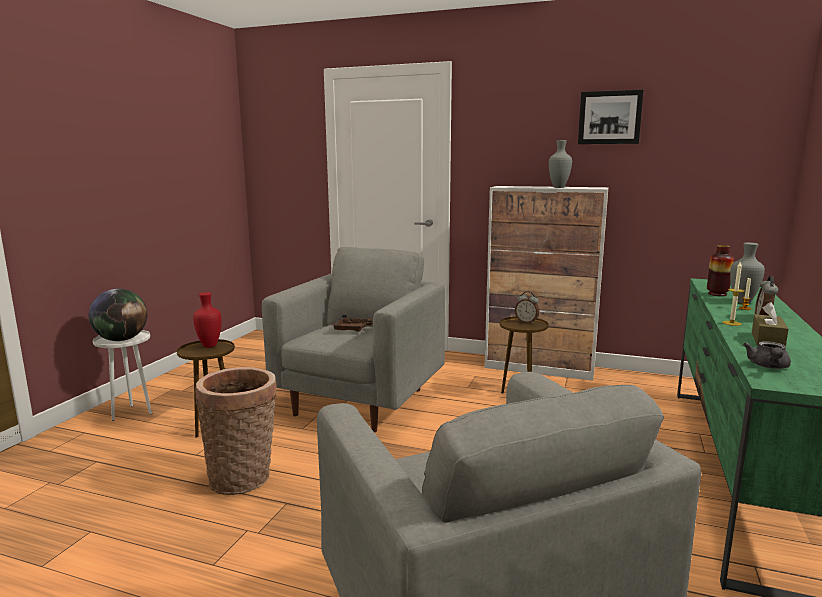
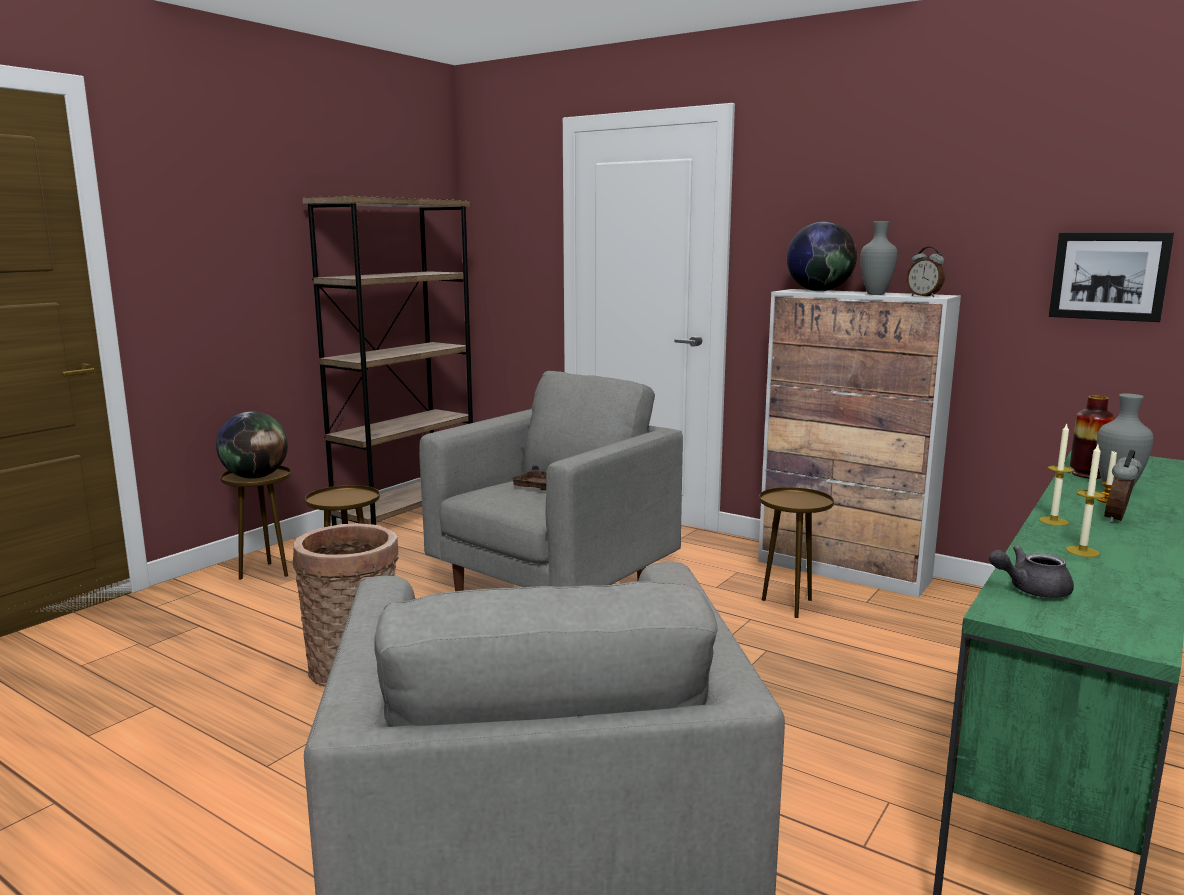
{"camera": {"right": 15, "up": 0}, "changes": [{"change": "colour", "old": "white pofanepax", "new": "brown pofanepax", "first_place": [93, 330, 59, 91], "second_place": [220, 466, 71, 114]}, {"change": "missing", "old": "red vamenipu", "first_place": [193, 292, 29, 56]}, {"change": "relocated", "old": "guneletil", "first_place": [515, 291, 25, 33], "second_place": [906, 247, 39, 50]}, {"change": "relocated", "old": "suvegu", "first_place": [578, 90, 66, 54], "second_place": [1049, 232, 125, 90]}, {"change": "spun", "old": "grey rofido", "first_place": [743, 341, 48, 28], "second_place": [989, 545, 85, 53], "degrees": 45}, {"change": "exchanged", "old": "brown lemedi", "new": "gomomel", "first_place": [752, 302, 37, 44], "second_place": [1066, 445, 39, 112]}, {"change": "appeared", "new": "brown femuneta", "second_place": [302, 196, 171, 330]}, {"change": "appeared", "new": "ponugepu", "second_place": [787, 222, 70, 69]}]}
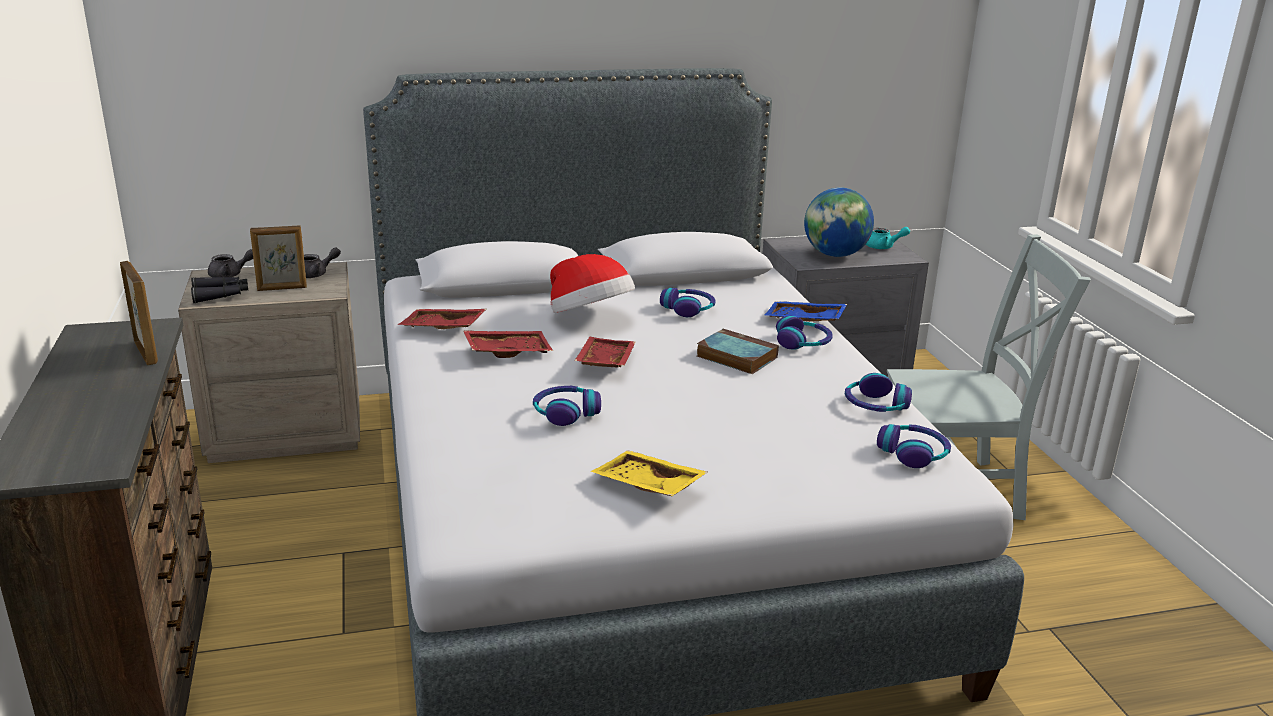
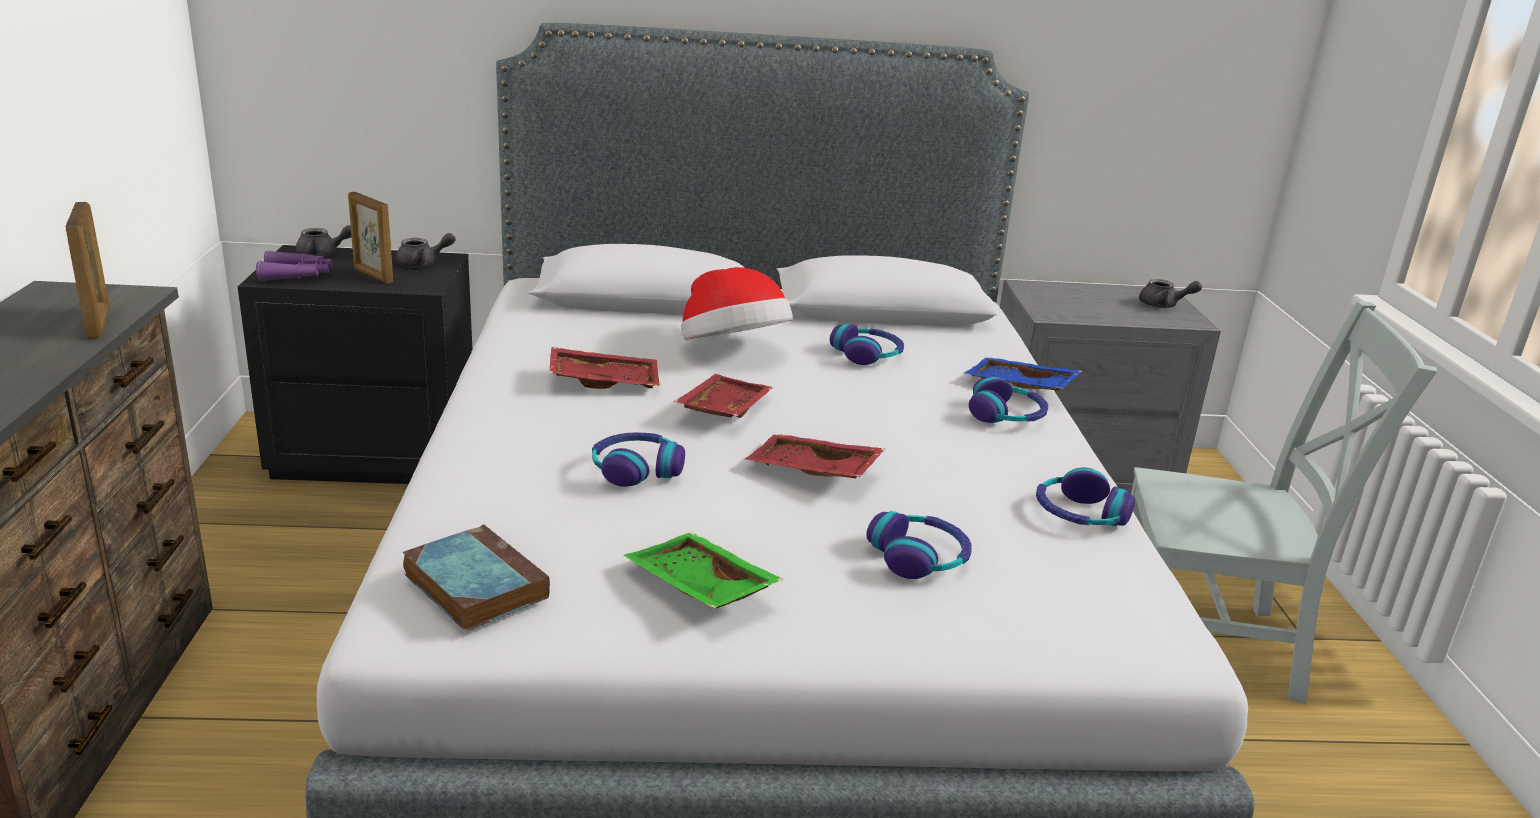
{"camera": {"right": 10, "up": 0}, "changes": [{"change": "colour", "old": "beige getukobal", "new": "black getukobal", "first_place": [178, 262, 182, 201], "second_place": [238, 245, 235, 239]}, {"change": "colour", "old": "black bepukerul", "new": "purple bepukerul", "first_place": [191, 277, 57, 26], "second_place": [256, 250, 77, 32]}, {"change": "spun", "old": "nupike", "first_place": [250, 225, 57, 66], "second_place": [348, 192, 45, 92], "degrees": 45}, {"change": "relocated", "old": "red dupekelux", "first_place": [398, 309, 88, 20], "second_place": [745, 434, 140, 44]}, {"change": "colour", "old": "yellow dupekelux", "new": "green dupekelux", "first_place": [590, 450, 118, 46], "second_place": [624, 532, 160, 76]}, {"change": "relocated", "old": "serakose", "first_place": [697, 329, 82, 45], "second_place": [403, 524, 147, 108]}, {"change": "missing", "old": "ponugepu", "first_place": [804, 187, 70, 70]}, {"change": "colour", "old": "turquoise rofido", "new": "grey rofido", "first_place": [866, 227, 44, 22], "second_place": [1139, 279, 63, 29]}, {"change": "relocated", "old": "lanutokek", "first_place": [877, 424, 74, 44], "second_place": [866, 511, 106, 68]}]}
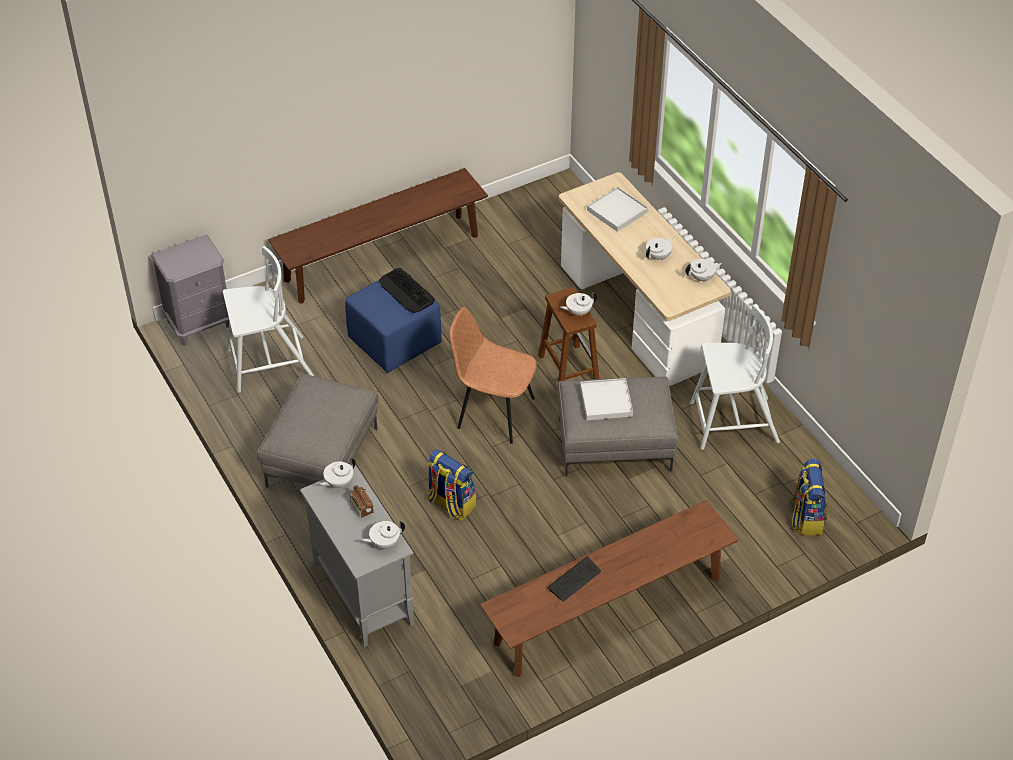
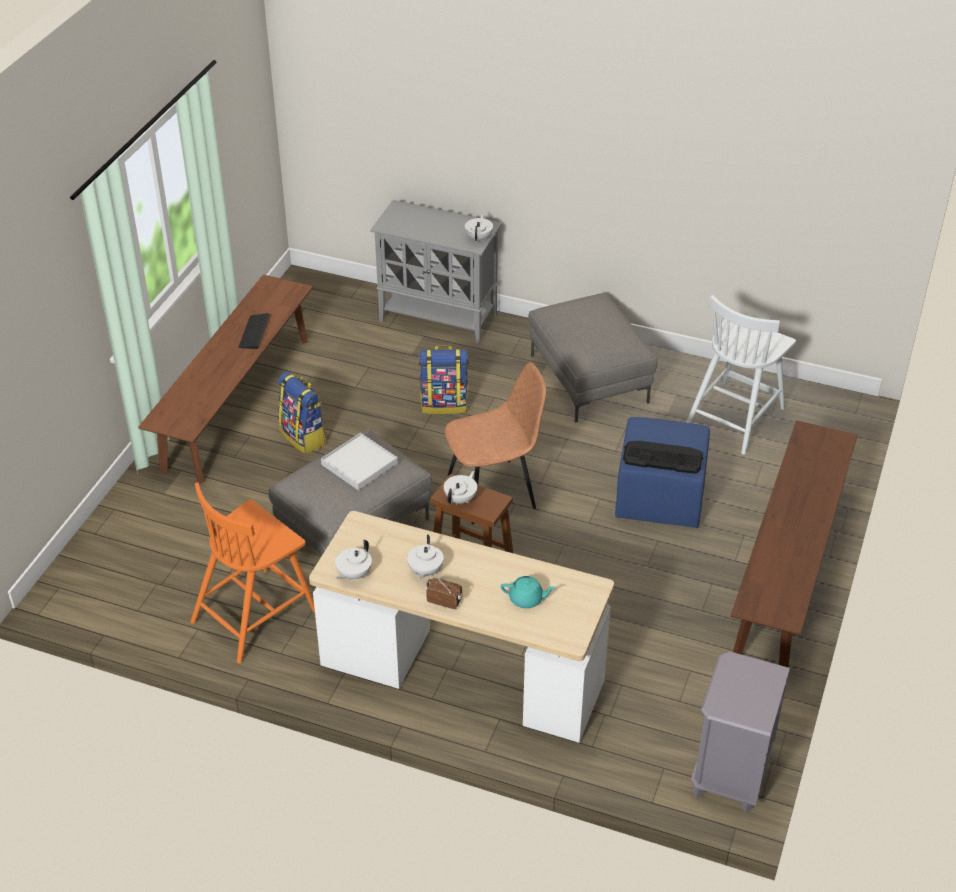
{"camera": {"right": 140, "up": -5}, "changes": [{"change": "relocated", "old": "grey getukobal", "first_place": [151, 235, 78, 110], "second_place": [691, 651, 99, 162]}, {"change": "relocated", "old": "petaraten", "first_place": [350, 485, 24, 32], "second_place": [425, 576, 38, 33]}, {"change": "missing", "old": "white rofido", "first_place": [362, 521, 43, 27]}, {"change": "exchanged", "old": "white dupekelux", "new": "turquoise rofido", "first_place": [587, 187, 61, 45], "second_place": [501, 576, 55, 32]}, {"change": "colour", "old": "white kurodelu", "new": "orange kurodelu", "first_place": [690, 304, 90, 146], "second_place": [191, 482, 124, 181]}, {"change": "relocated", "old": "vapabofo", "first_place": [790, 459, 37, 76], "second_place": [278, 372, 49, 82]}]}
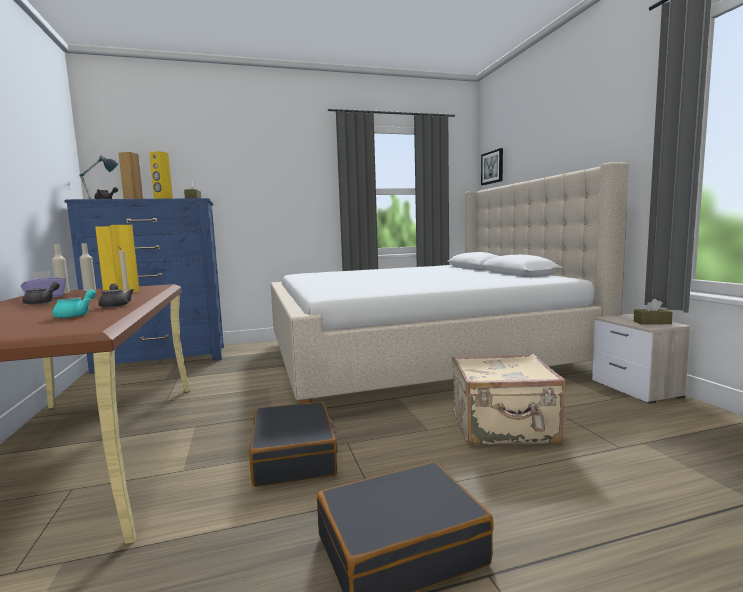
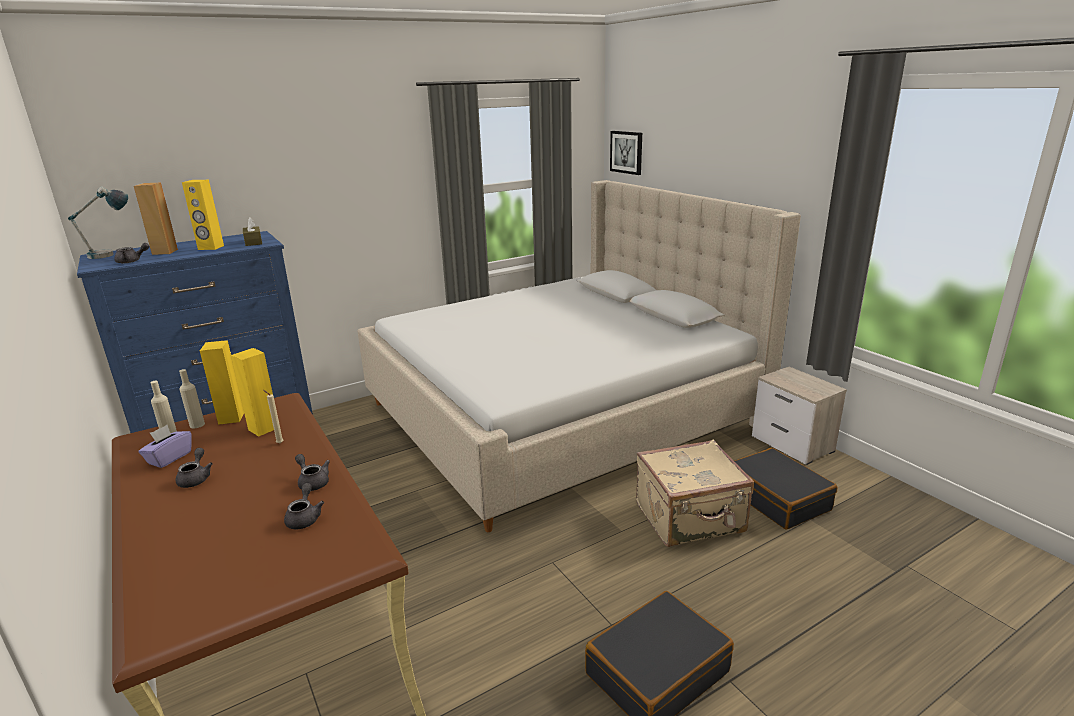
{"camera": {"right": -15, "up": 15}, "changes": [{"change": "colour", "old": "turquoise rofido", "new": "grey rofido", "first_place": [52, 289, 44, 29], "second_place": [284, 483, 40, 46]}, {"change": "relocated", "old": "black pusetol", "first_place": [250, 401, 87, 86], "second_place": [734, 448, 103, 81]}, {"change": "missing", "old": "brown lemedi", "first_place": [634, 299, 39, 26]}]}
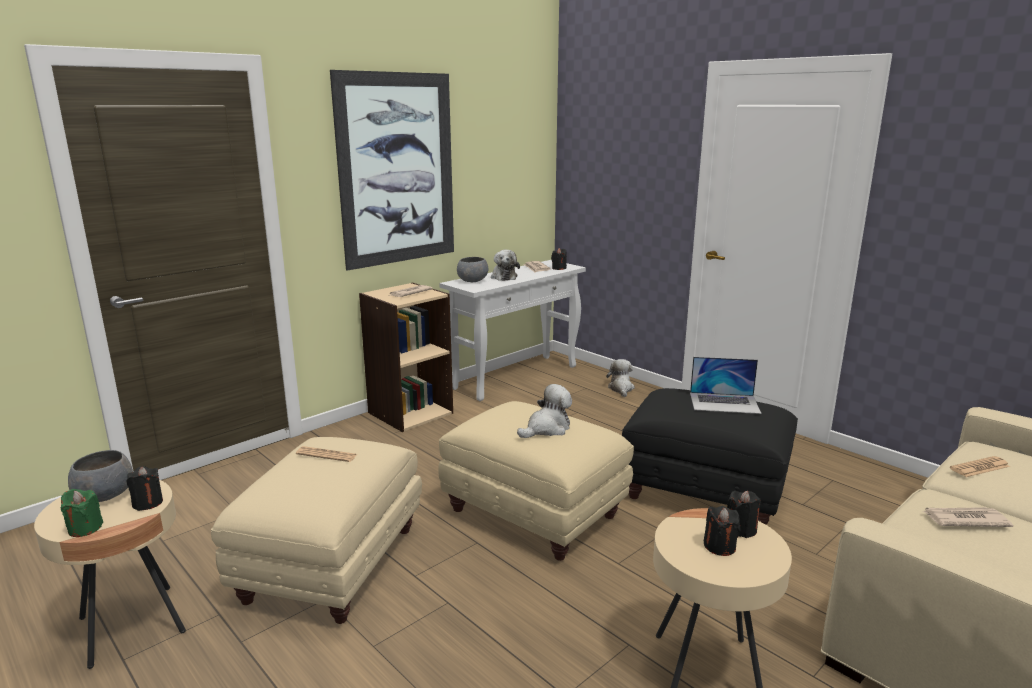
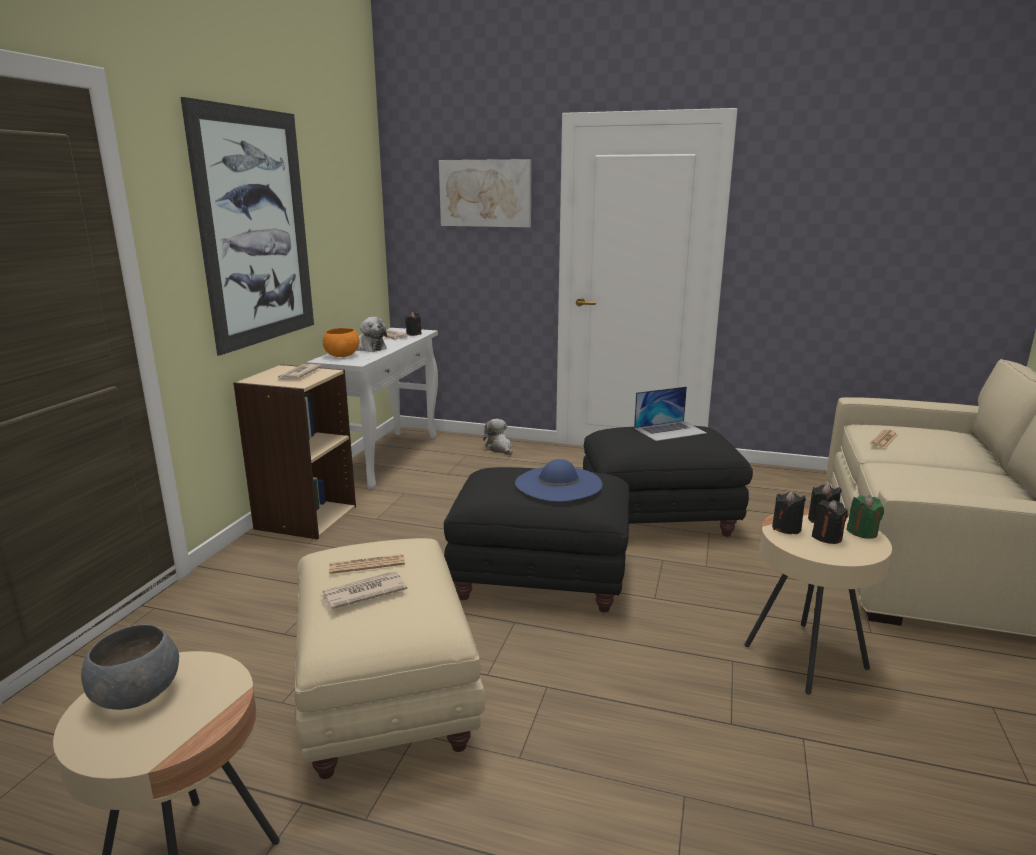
{"camera": {"right": -30, "up": 0}, "changes": [{"change": "relocated", "old": "green gomomel", "first_place": [61, 489, 42, 48], "second_place": [846, 495, 38, 44]}, {"change": "relocated", "old": "black gomomel", "first_place": [126, 466, 37, 45], "second_place": [772, 491, 34, 43]}, {"change": "colour", "old": "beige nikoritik", "new": "black nikoritik", "first_place": [438, 401, 196, 160], "second_place": [444, 467, 185, 146]}, {"change": "colour", "old": "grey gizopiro", "new": "orange gizopiro", "first_place": [457, 257, 31, 25], "second_place": [323, 328, 37, 29]}, {"change": "exchanged", "old": "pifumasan", "new": "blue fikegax", "first_place": [517, 384, 55, 54], "second_place": [515, 459, 88, 43]}, {"change": "relocated", "old": "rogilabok", "first_place": [923, 507, 90, 20], "second_place": [320, 572, 87, 37]}, {"change": "appeared", "new": "suvegu", "second_place": [439, 159, 92, 68]}]}
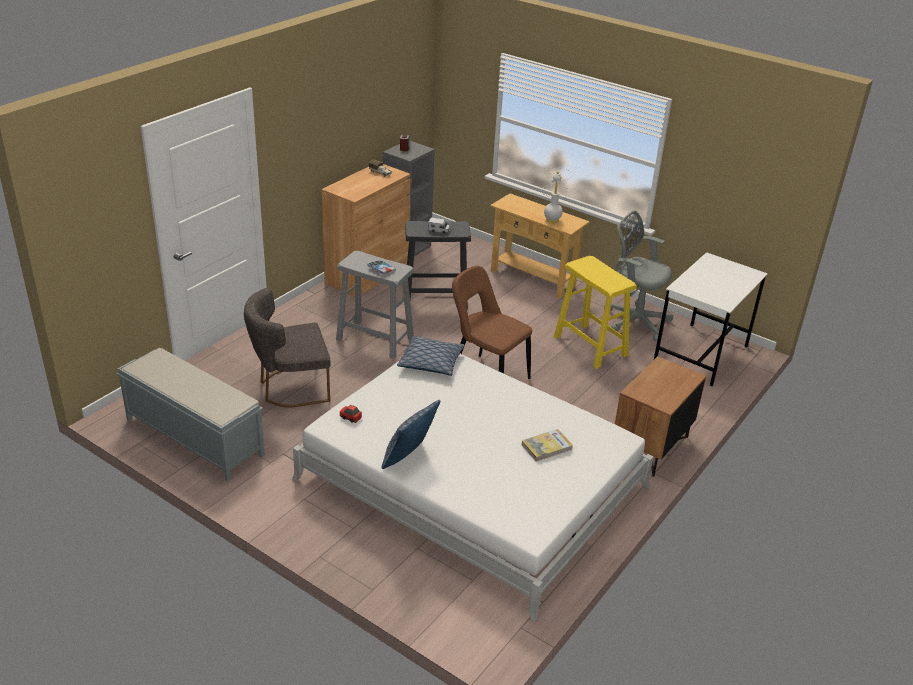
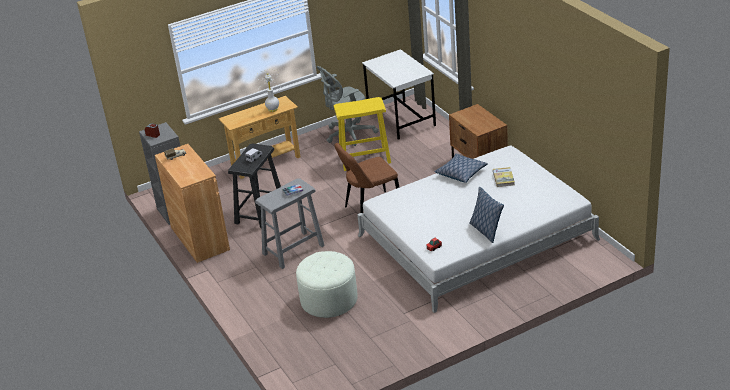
{"camera": {"right": -60, "up": 0}, "changes": [{"change": "missing", "old": "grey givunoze", "first_place": [117, 348, 148, 134]}, {"change": "exchanged", "old": "grey kurodelu", "new": "white nikoritik", "first_place": [244, 288, 87, 120], "second_place": [296, 251, 62, 67]}, {"change": "relocated", "old": "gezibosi", "first_place": [397, 336, 68, 40], "second_place": [435, 153, 53, 30]}]}
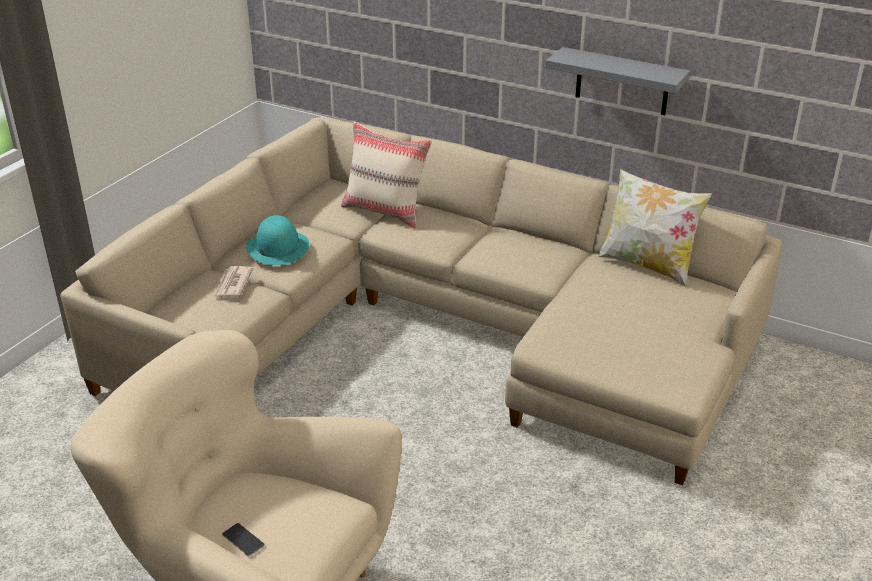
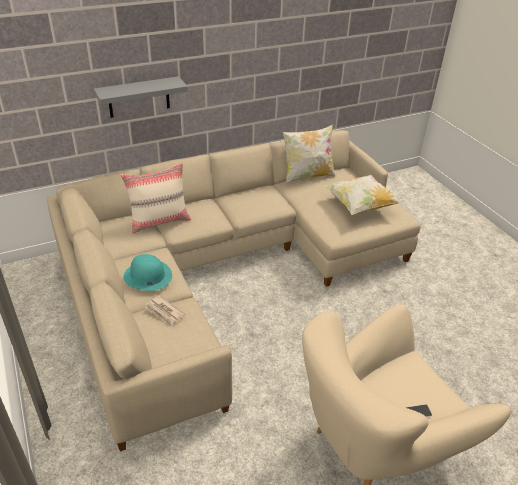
{"camera": {"right": -55, "up": 5}, "changes": [{"change": "relocated", "old": "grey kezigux", "first_place": [545, 47, 145, 68], "second_place": [94, 76, 94, 42]}, {"change": "appeared", "new": "gezibosi", "second_place": [325, 175, 77, 40]}]}
